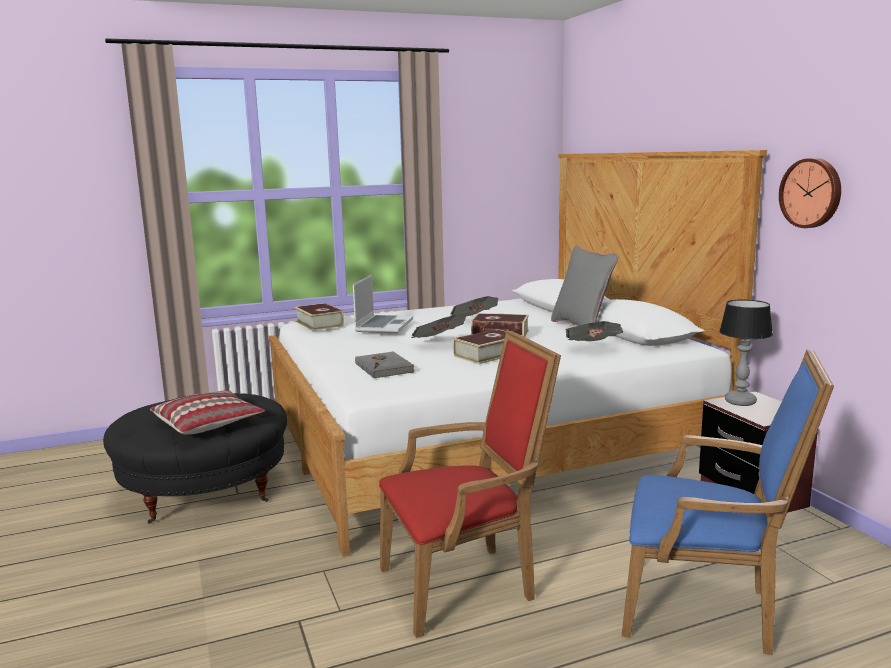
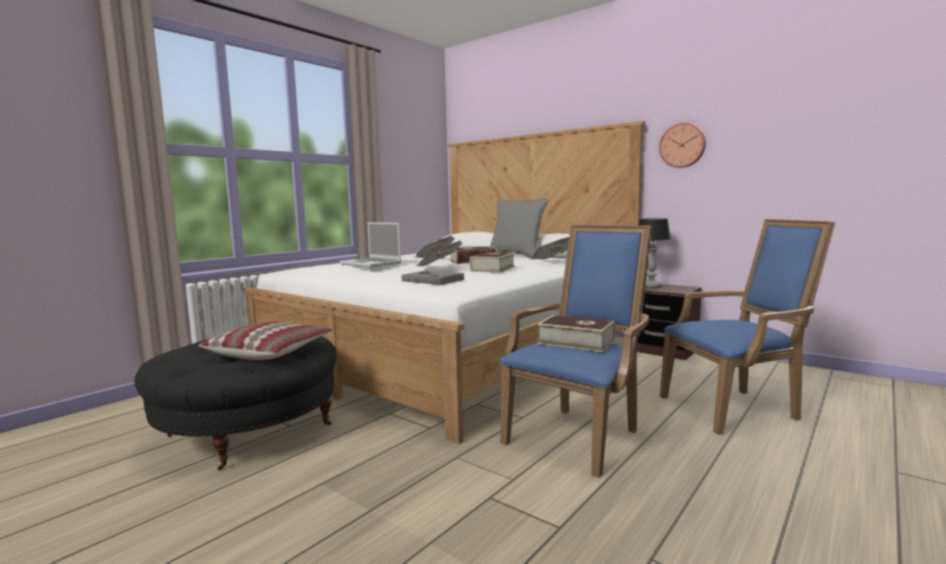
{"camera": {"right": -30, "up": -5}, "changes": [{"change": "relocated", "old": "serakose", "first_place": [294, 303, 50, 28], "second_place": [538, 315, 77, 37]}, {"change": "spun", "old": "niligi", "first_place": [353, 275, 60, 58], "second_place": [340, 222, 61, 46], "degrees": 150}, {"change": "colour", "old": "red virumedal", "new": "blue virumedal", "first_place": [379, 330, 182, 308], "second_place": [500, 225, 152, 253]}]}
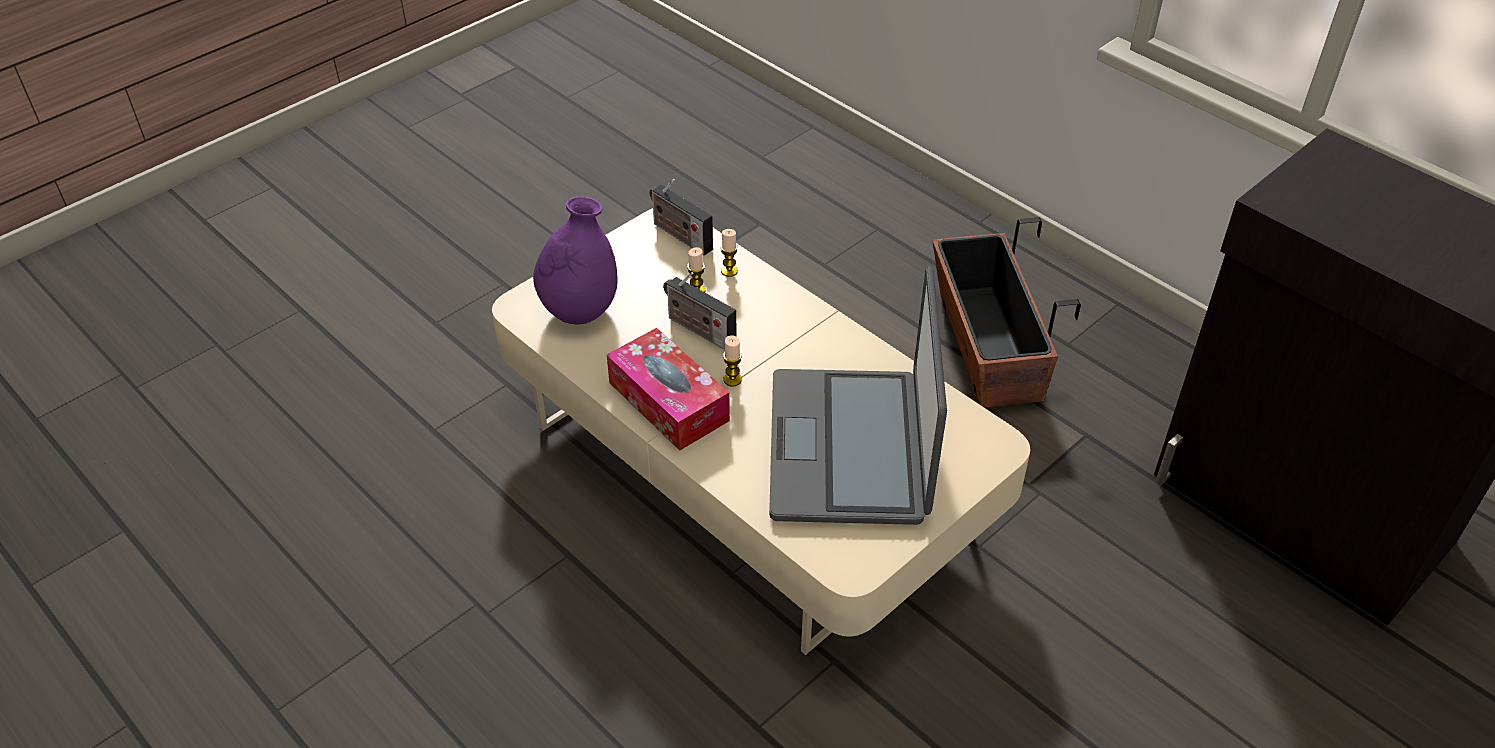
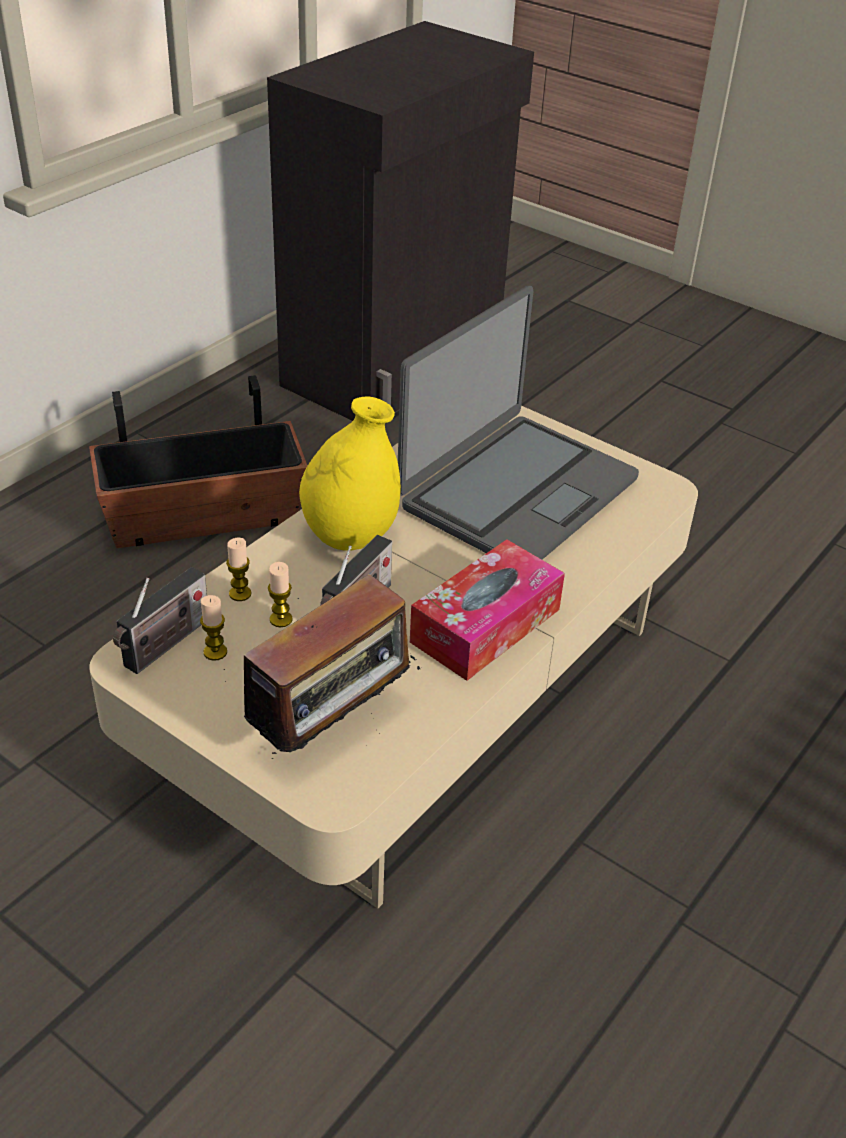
{"camera": {"right": -100, "up": -5}, "changes": [{"change": "exchanged", "old": "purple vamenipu", "new": "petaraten", "first_place": [533, 196, 85, 129], "second_place": [224, 574, 196, 185]}, {"change": "relocated", "old": "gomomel", "first_place": [723, 335, 19, 51], "second_place": [200, 595, 27, 66]}, {"change": "spun", "old": "niligi", "first_place": [769, 266, 178, 259], "second_place": [398, 286, 241, 274], "degrees": -45}, {"change": "appeared", "new": "yellow vamenipu", "second_place": [299, 396, 102, 155]}]}
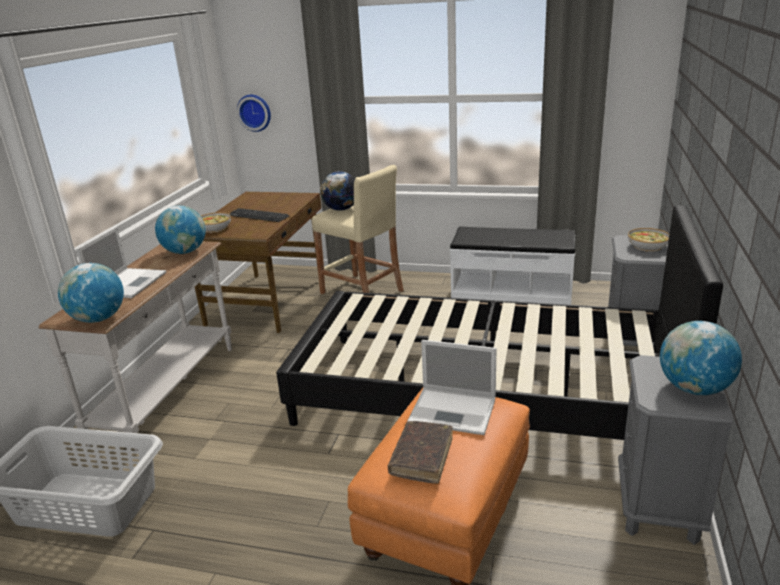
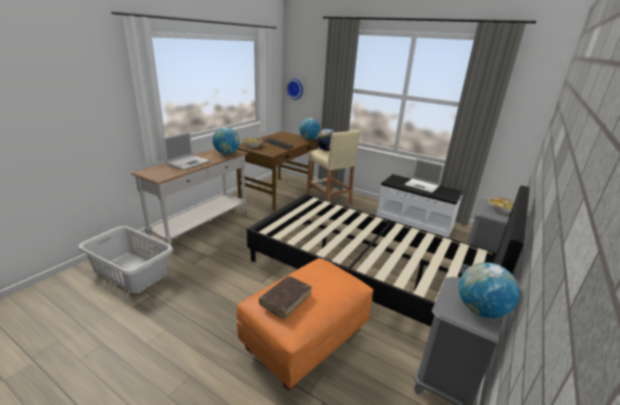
{"camera": {"right": 15, "up": 0}, "changes": [{"change": "relocated", "old": "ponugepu", "first_place": [58, 263, 66, 60], "second_place": [299, 118, 22, 22]}, {"change": "relocated", "old": "niligi", "first_place": [407, 340, 89, 95], "second_place": [404, 159, 40, 34]}]}
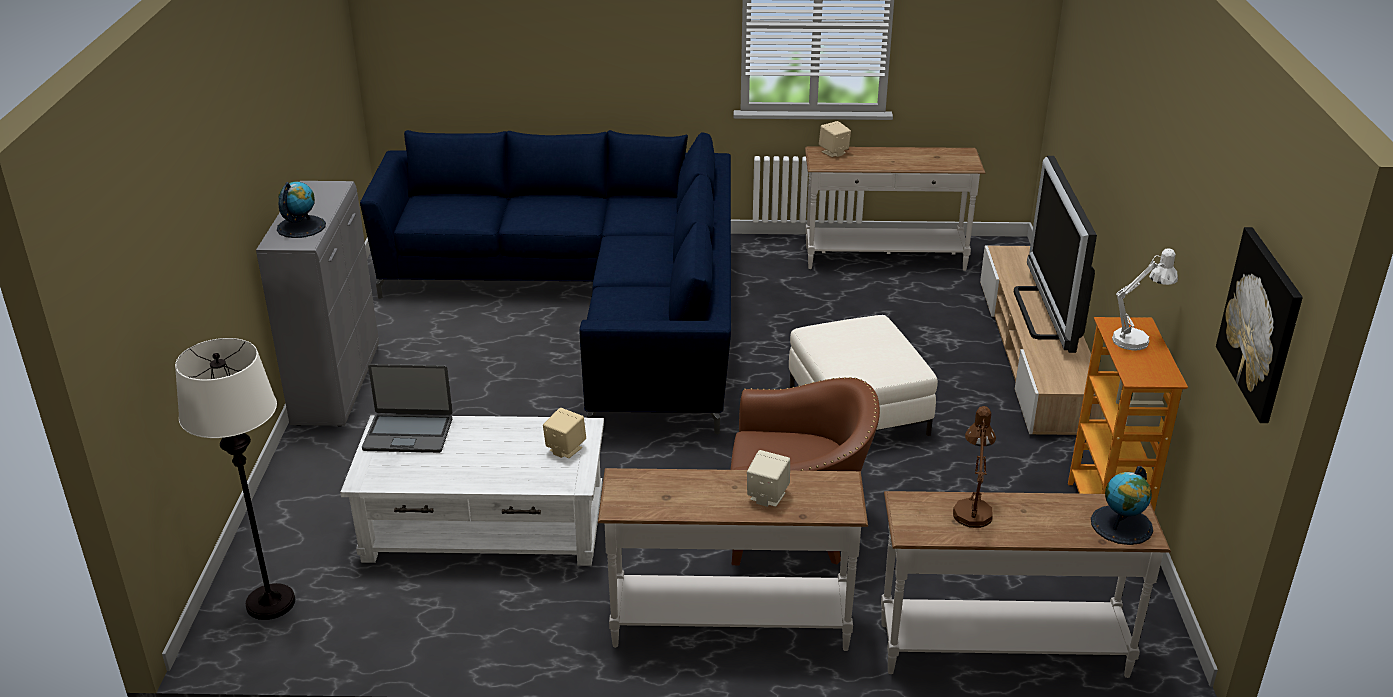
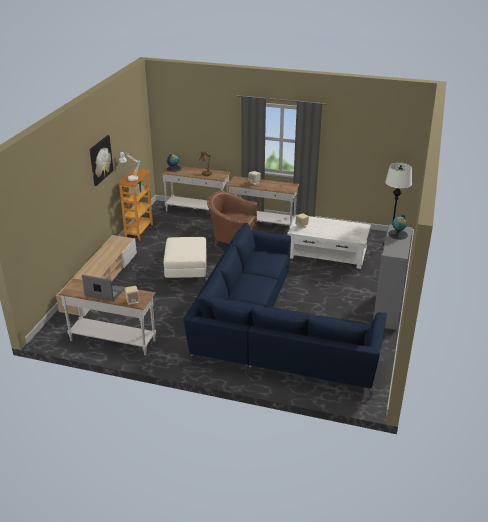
{"camera": {"right": -165, "up": 0}, "changes": [{"change": "relocated", "old": "niligi", "first_place": [362, 364, 90, 89], "second_place": [82, 275, 42, 26]}, {"change": "missing", "old": "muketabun", "first_place": [1014, 156, 83, 197]}, {"change": "relocated", "old": "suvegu", "first_place": [1216, 227, 87, 196], "second_place": [89, 135, 25, 51]}]}
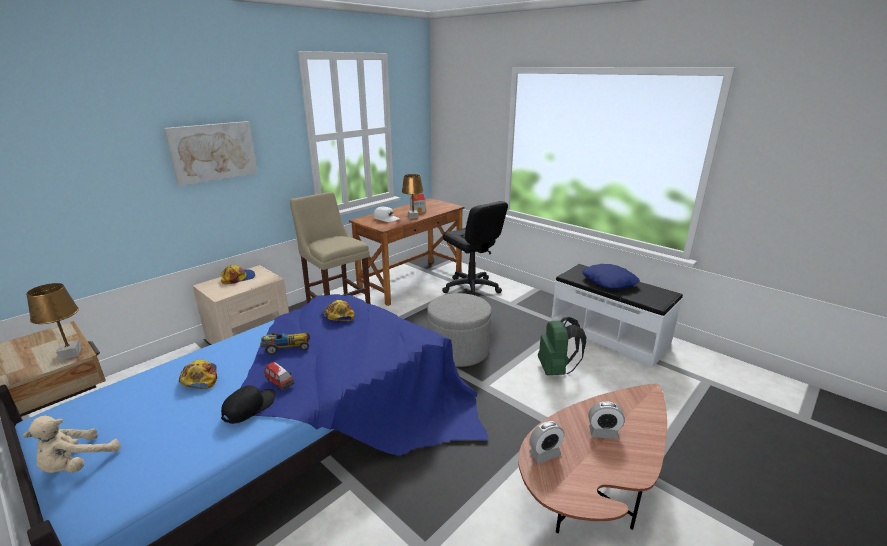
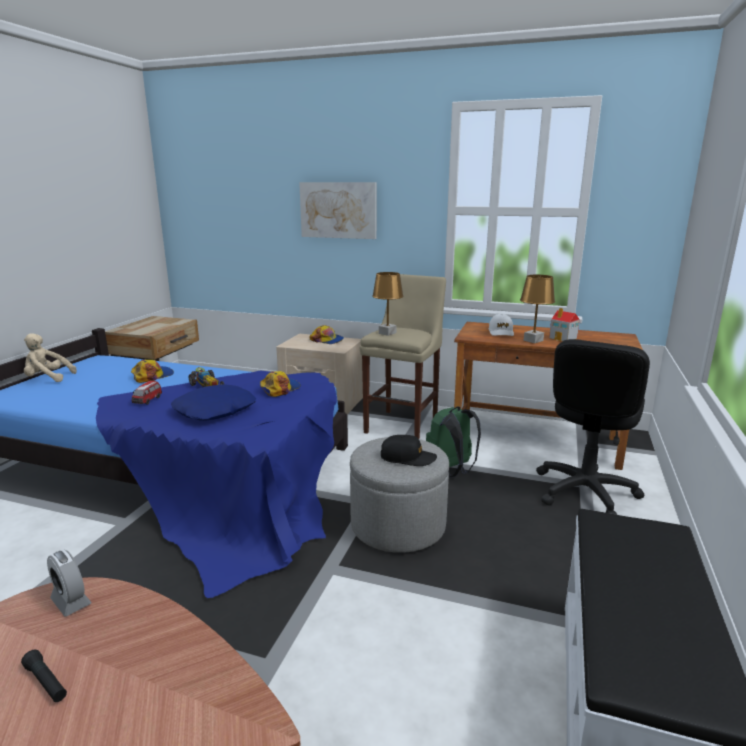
{"camera": {"right": 65, "up": -5}, "changes": [{"change": "relocated", "old": "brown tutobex", "first_place": [26, 283, 55, 77], "second_place": [372, 272, 32, 64]}, {"change": "relocated", "old": "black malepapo", "first_place": [221, 385, 55, 39], "second_place": [381, 435, 56, 31]}, {"change": "relocated", "old": "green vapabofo", "first_place": [538, 317, 49, 58], "second_place": [426, 406, 55, 71]}, {"change": "relocated", "old": "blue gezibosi", "first_place": [582, 264, 58, 25], "second_place": [171, 384, 85, 37]}, {"change": "missing", "old": "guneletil", "first_place": [589, 401, 36, 38]}, {"change": "appeared", "new": "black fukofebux", "second_place": [21, 649, 46, 53]}]}
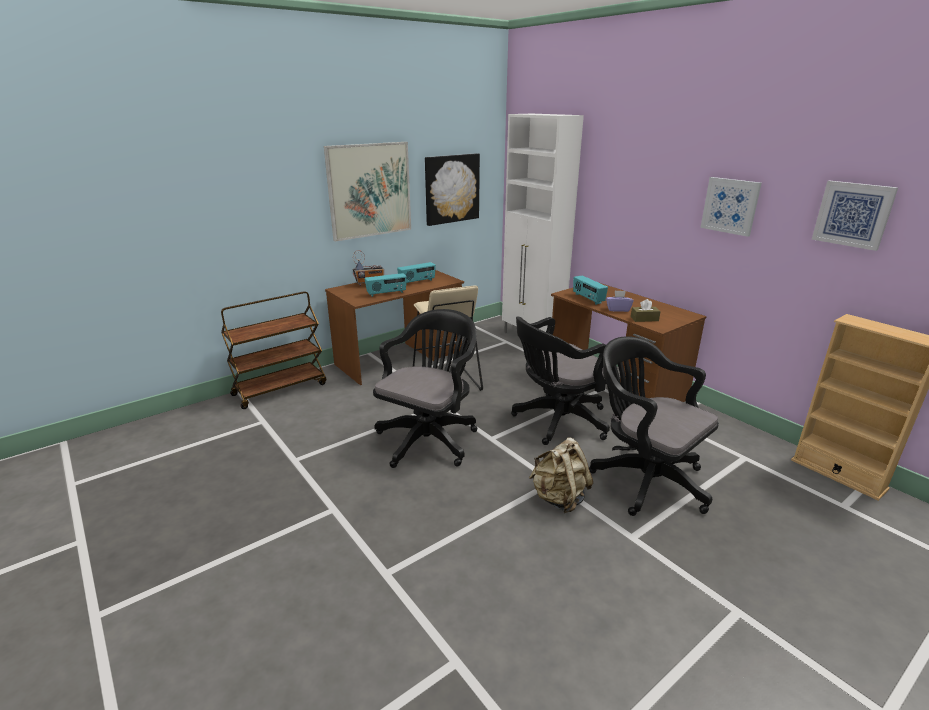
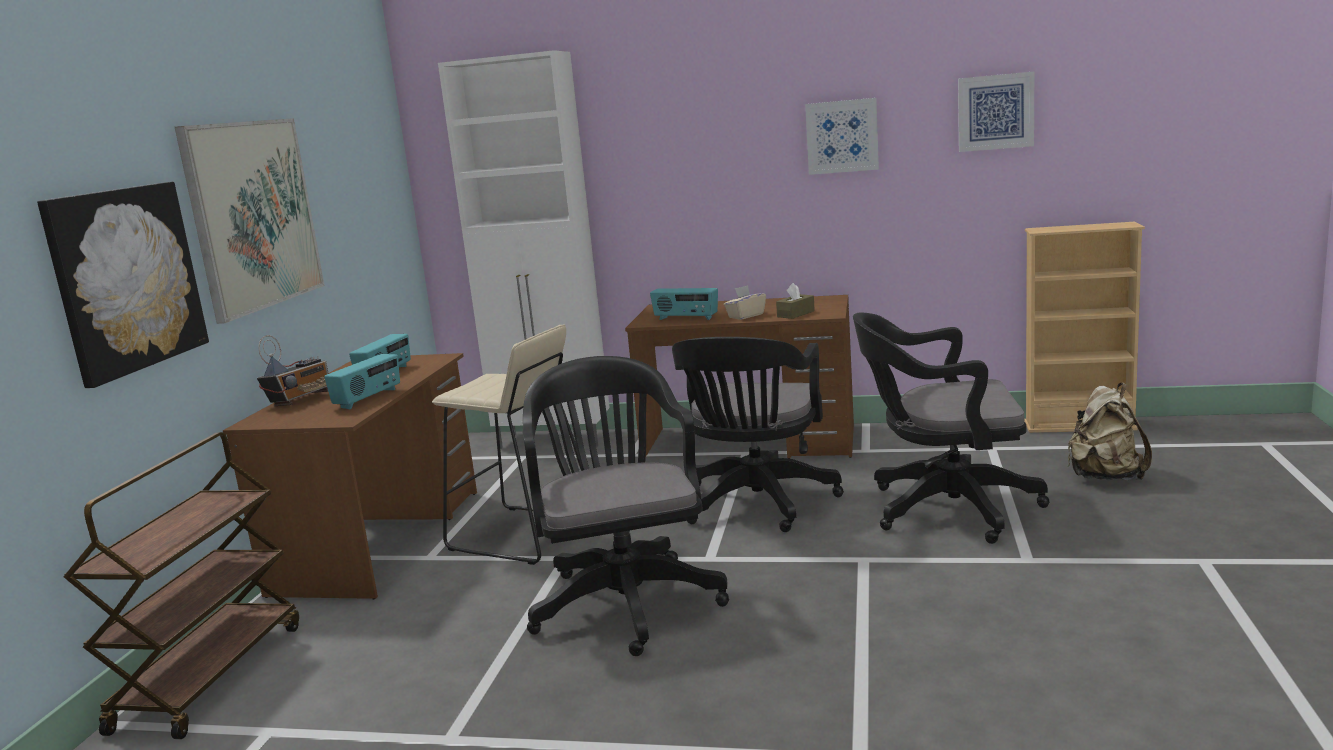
{"camera": {"right": -40, "up": -10}, "changes": [{"change": "relocated", "old": "suvegu", "first_place": [425, 153, 55, 73], "second_place": [37, 182, 172, 206]}, {"change": "relocated", "old": "beige vapabofo", "first_place": [529, 437, 64, 76], "second_place": [1067, 383, 85, 97]}, {"change": "colour", "old": "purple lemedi", "new": "beige lemedi", "first_place": [606, 291, 28, 21], "second_place": [724, 285, 42, 35]}]}
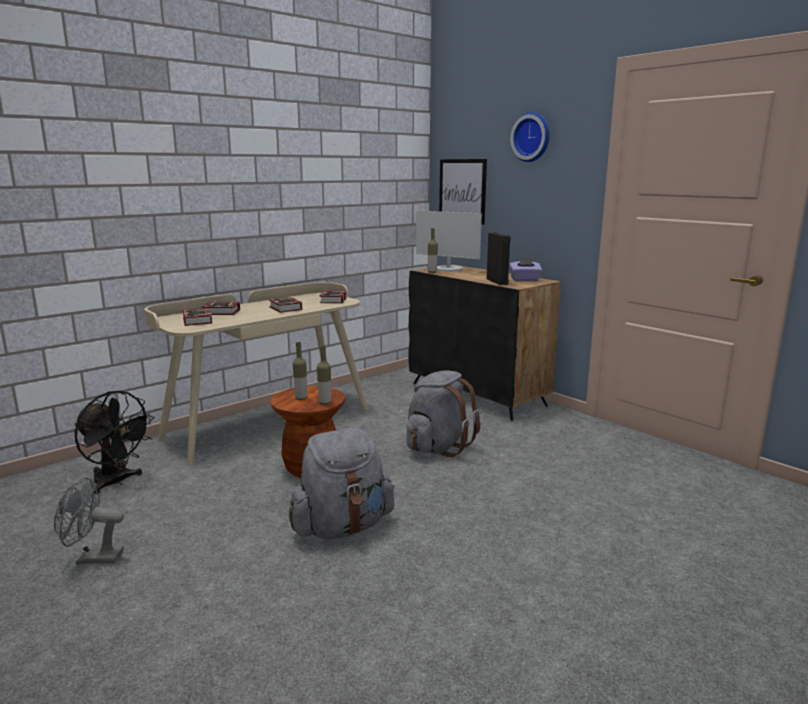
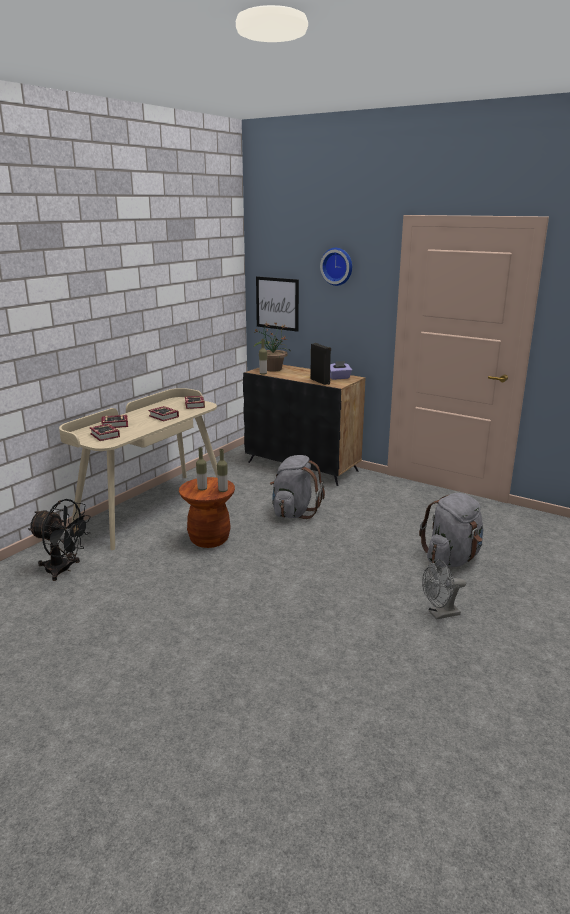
{"camera": {"right": -15, "up": 5}, "changes": [{"change": "relocated", "old": "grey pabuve", "first_place": [54, 478, 70, 86], "second_place": [422, 559, 44, 61]}, {"change": "relocated", "old": "grey vapabofo", "first_place": [289, 428, 105, 111], "second_place": [419, 493, 65, 74]}, {"change": "exchanged", "old": "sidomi", "new": "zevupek", "first_place": [416, 211, 66, 61], "second_place": [253, 322, 38, 49]}]}
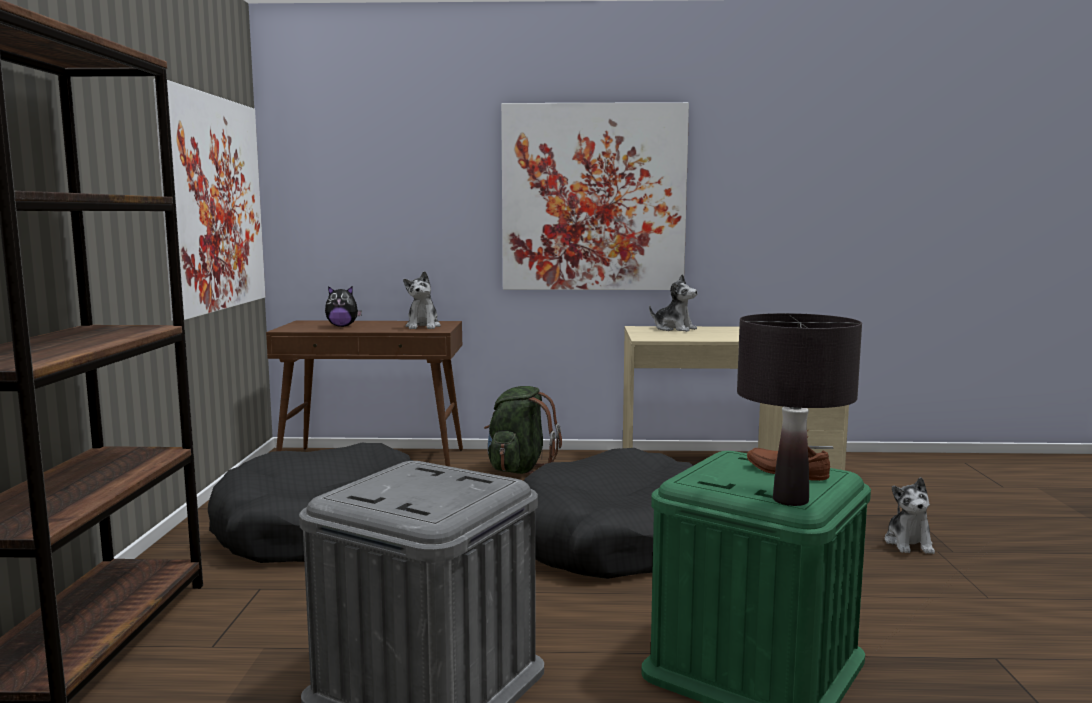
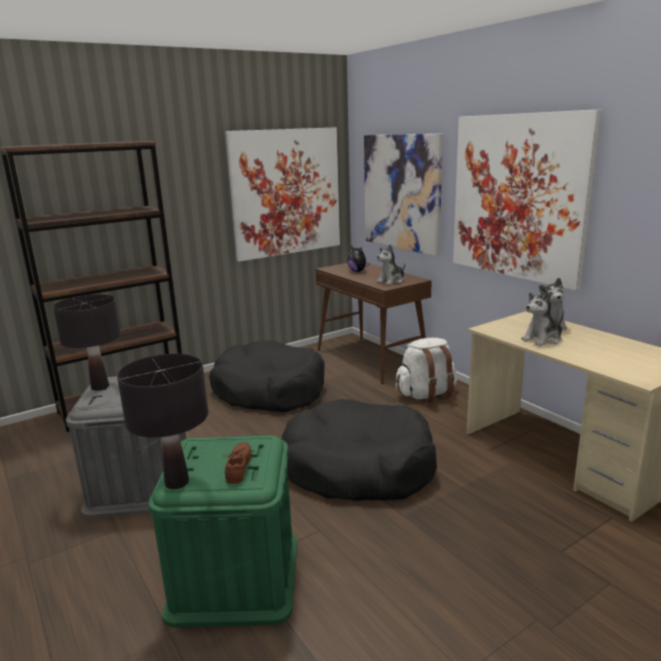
{"camera": {"right": 55, "up": 10}, "changes": [{"change": "colour", "old": "green vapabofo", "new": "white vapabofo", "first_place": [484, 386, 78, 88], "second_place": [396, 338, 61, 66]}, {"change": "relocated", "old": "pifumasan", "first_place": [885, 477, 50, 77], "second_place": [521, 290, 42, 56]}, {"change": "appeared", "new": "black tutobex", "second_place": [53, 294, 68, 97]}, {"change": "appeared", "new": "suvegu", "second_place": [364, 134, 79, 122]}]}
